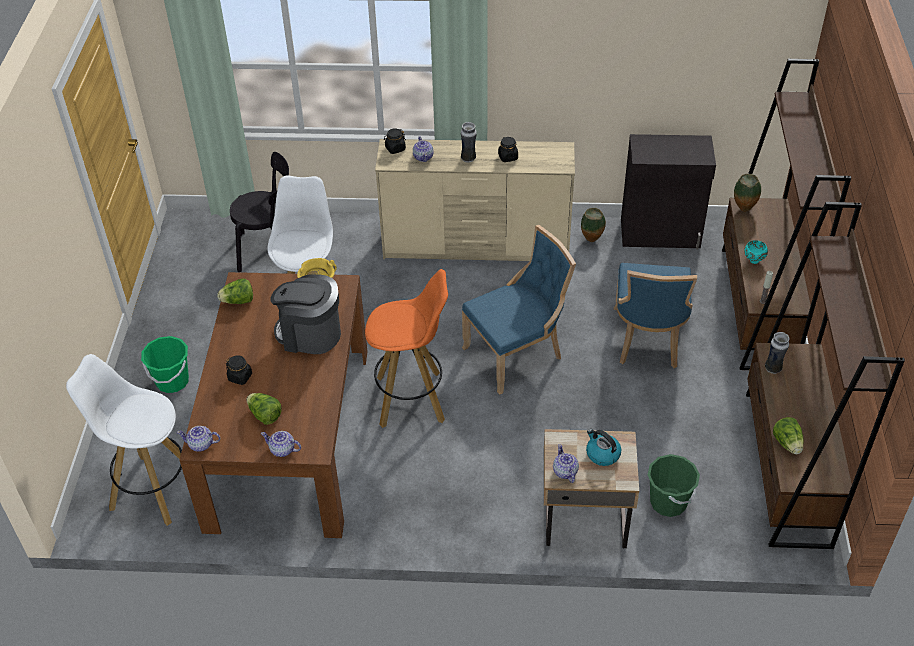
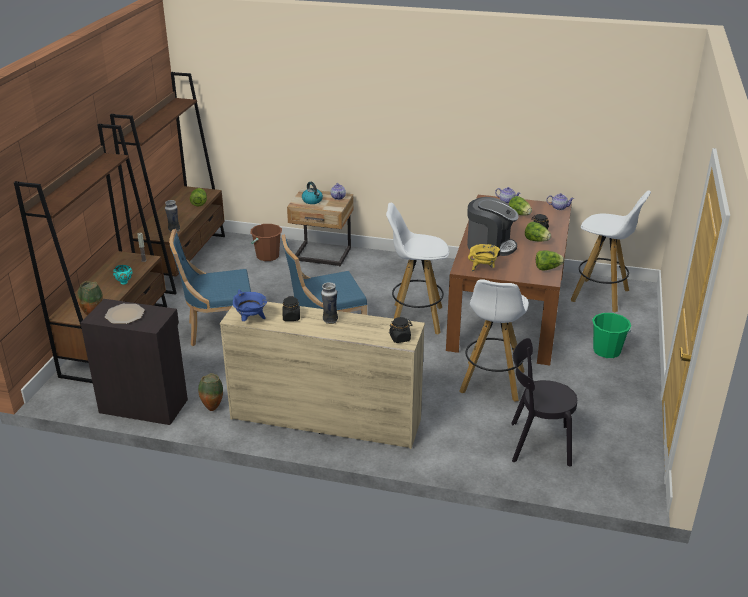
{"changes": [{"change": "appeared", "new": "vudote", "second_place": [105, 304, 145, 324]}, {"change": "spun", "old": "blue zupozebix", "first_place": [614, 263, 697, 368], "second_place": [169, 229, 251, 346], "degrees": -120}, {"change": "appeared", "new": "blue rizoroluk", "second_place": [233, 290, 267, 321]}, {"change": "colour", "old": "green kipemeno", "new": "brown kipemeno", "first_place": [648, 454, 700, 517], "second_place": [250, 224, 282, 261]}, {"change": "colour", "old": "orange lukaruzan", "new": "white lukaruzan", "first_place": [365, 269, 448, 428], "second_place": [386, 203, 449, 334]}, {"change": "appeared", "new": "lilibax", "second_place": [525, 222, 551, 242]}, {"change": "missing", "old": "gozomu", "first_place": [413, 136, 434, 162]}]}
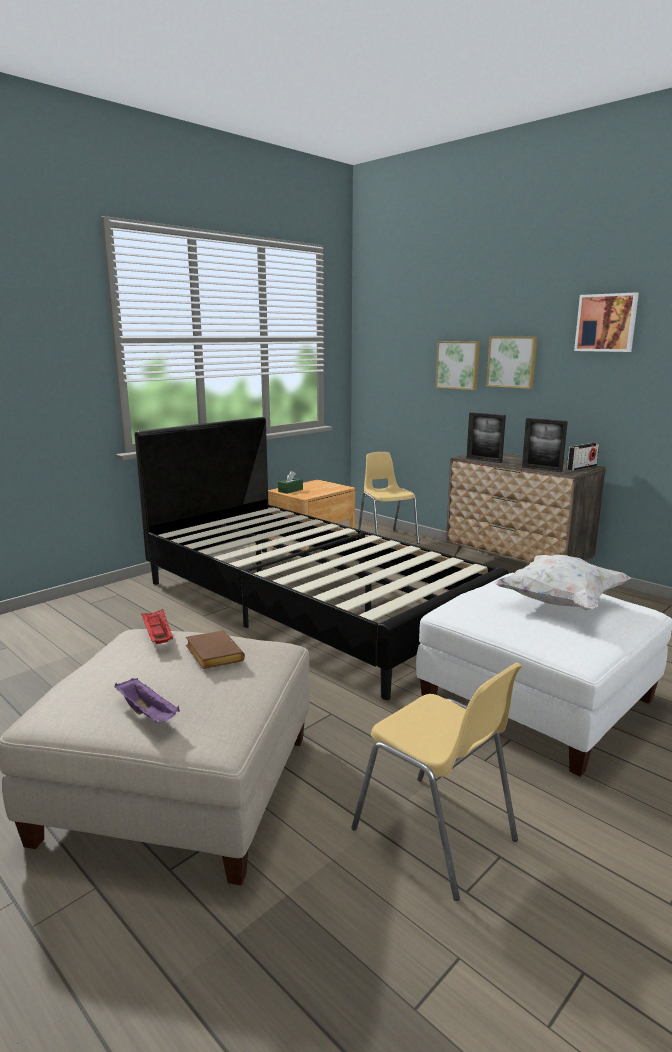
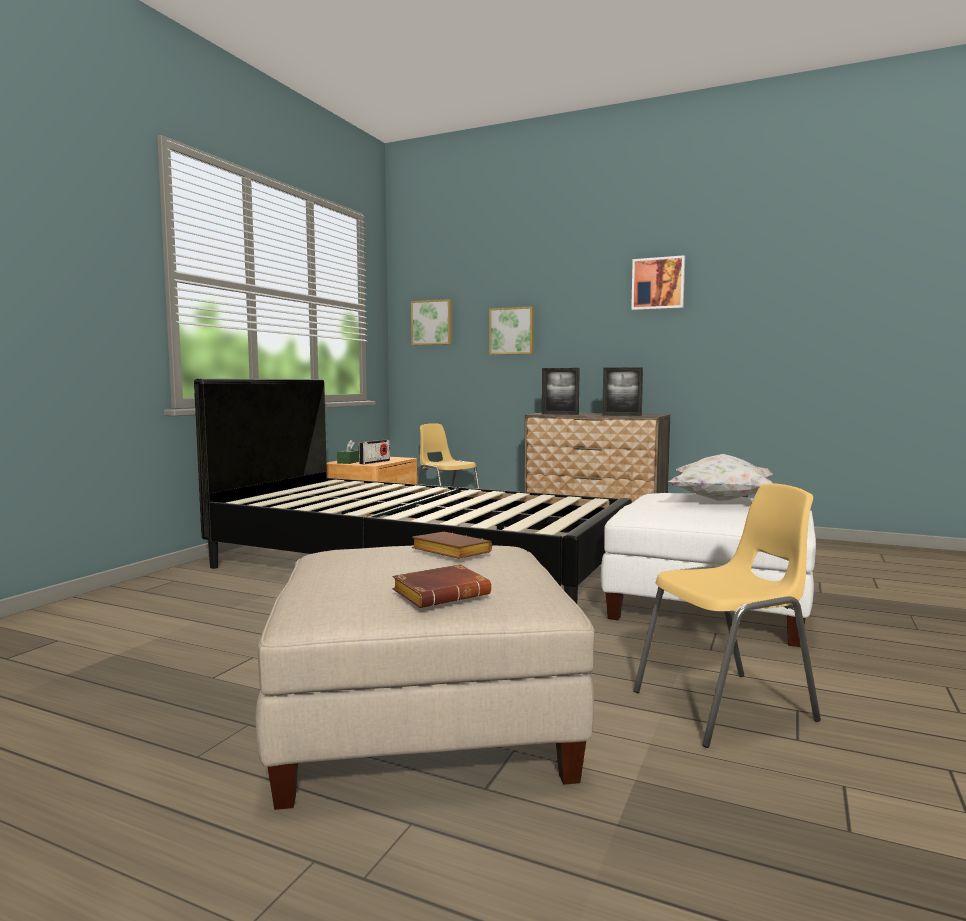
{"changes": [{"change": "relocated", "old": "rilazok", "first_place": [567, 443, 599, 471], "second_place": [359, 440, 390, 465]}, {"change": "exchanged", "old": "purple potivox", "new": "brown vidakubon", "first_place": [114, 678, 180, 723], "second_place": [392, 564, 491, 608]}, {"change": "relocated", "old": "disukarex", "first_place": [486, 336, 537, 389], "second_place": [411, 299, 452, 345]}, {"change": "spun", "old": "yellow zupozebix", "first_place": [352, 662, 522, 901], "second_place": [634, 483, 821, 748], "degrees": -45}, {"change": "missing", "old": "red potivox", "first_place": [141, 609, 173, 644]}]}
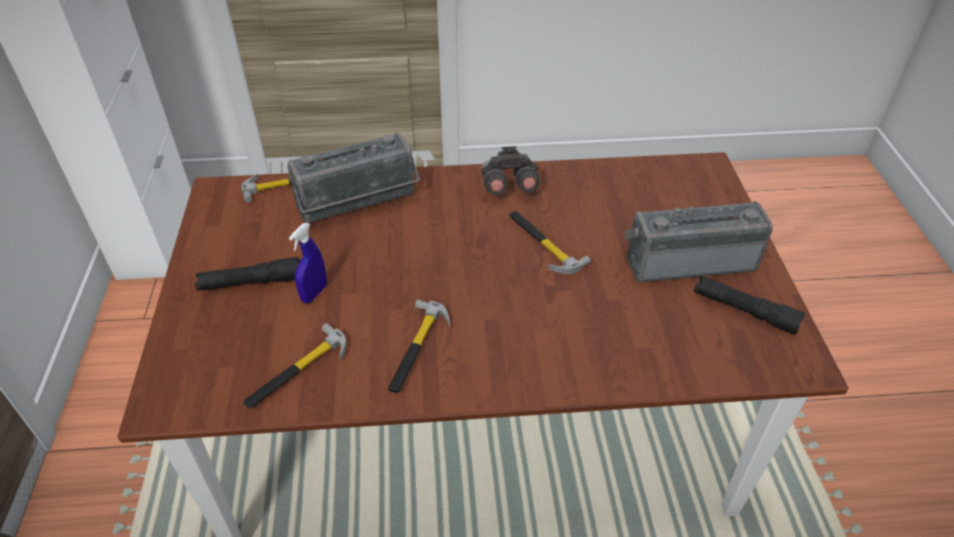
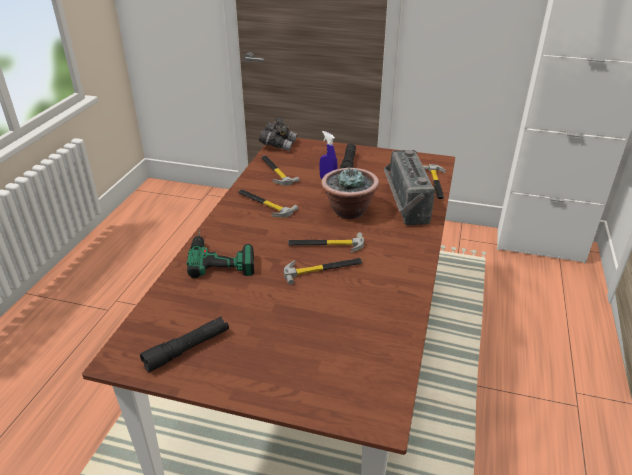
{"changes": [{"change": "appeared", "new": "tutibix", "second_place": [186, 230, 254, 278]}, {"change": "relocated", "old": "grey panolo", "first_place": [481, 146, 540, 195], "second_place": [259, 118, 297, 151]}, {"change": "appeared", "new": "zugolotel", "second_place": [288, 232, 364, 253]}, {"change": "appeared", "new": "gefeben", "second_place": [321, 167, 379, 219]}, {"change": "missing", "old": "rilazok", "first_place": [625, 201, 773, 282]}]}
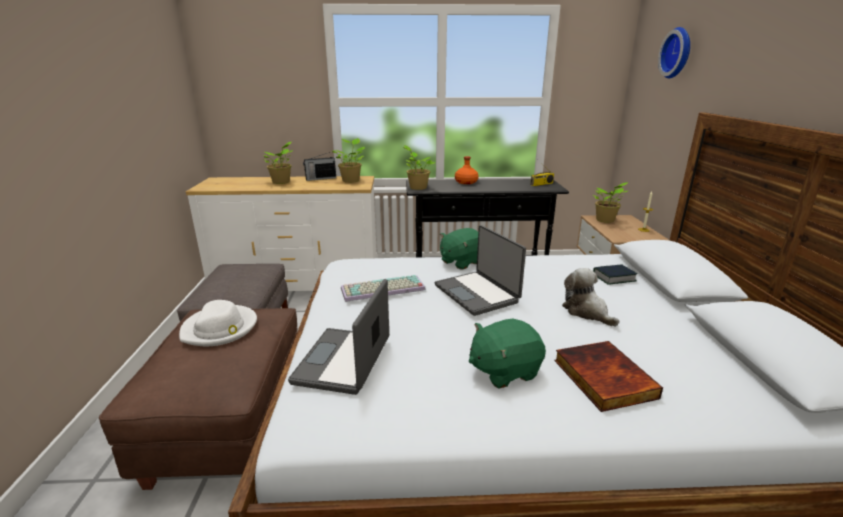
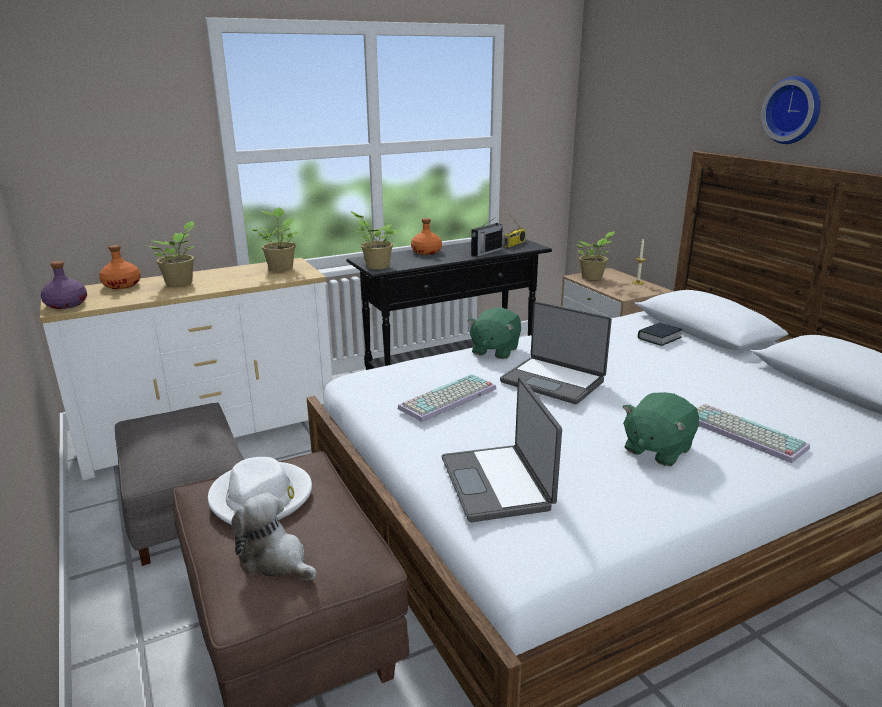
{"changes": [{"change": "appeared", "new": "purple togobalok", "second_place": [41, 261, 87, 309]}, {"change": "appeared", "new": "orange togobalok", "second_place": [99, 245, 141, 289]}, {"change": "relocated", "old": "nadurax", "first_place": [562, 268, 619, 326], "second_place": [231, 493, 317, 581]}, {"change": "relocated", "old": "rilazok", "first_place": [303, 152, 336, 181], "second_place": [471, 218, 503, 257]}, {"change": "exchanged", "old": "vidakubon", "new": "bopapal", "first_place": [554, 341, 663, 412], "second_place": [697, 404, 810, 463]}, {"change": "relocated", "old": "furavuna", "first_place": [658, 27, 690, 78], "second_place": [761, 76, 821, 144]}]}
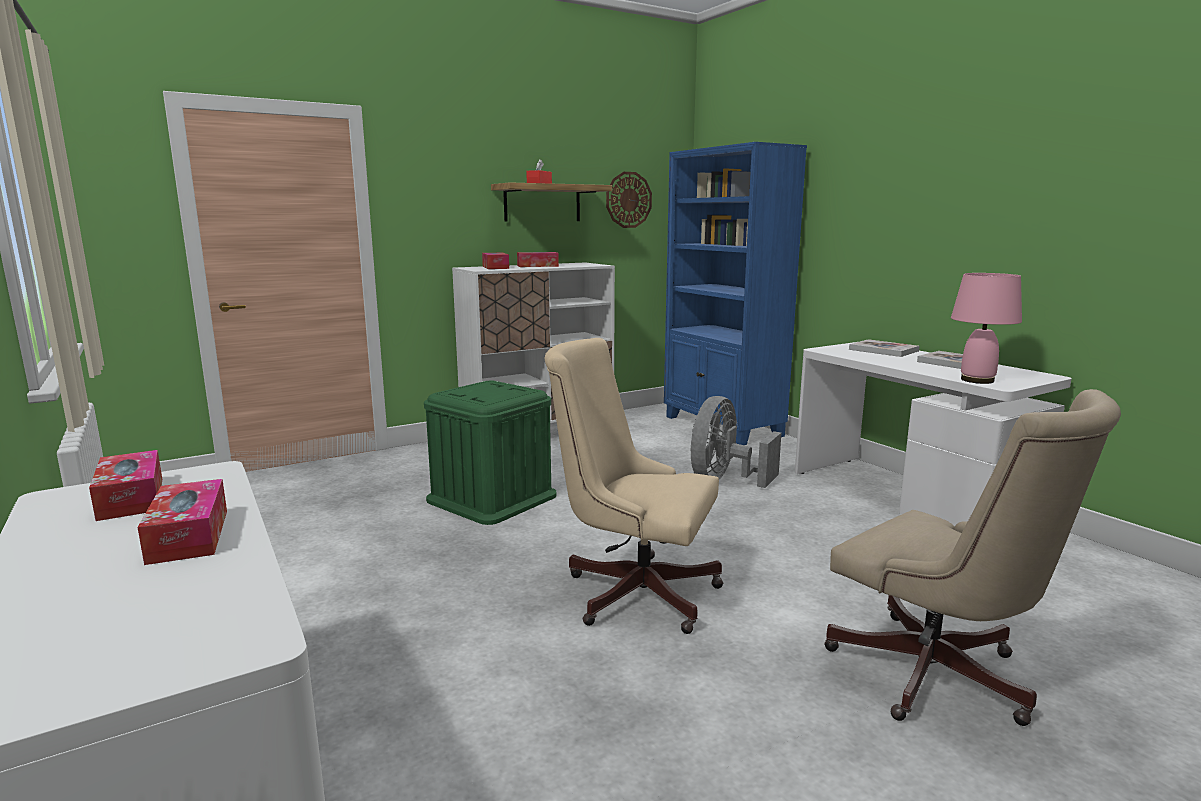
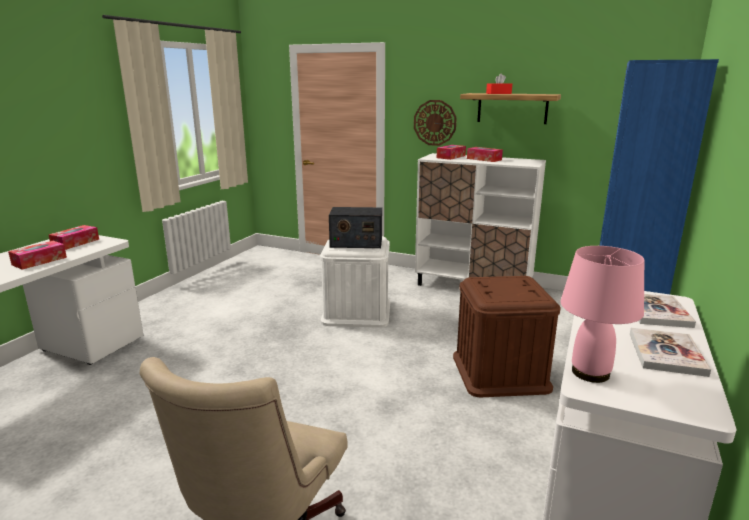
{"changes": [{"change": "colour", "old": "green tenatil", "new": "white tenatil", "first_place": [424, 381, 557, 525], "second_place": [320, 236, 390, 328]}, {"change": "appeared", "new": "rilazok", "second_place": [329, 207, 382, 248]}, {"change": "relocated", "old": "furavuna", "first_place": [606, 172, 652, 228], "second_place": [414, 100, 457, 146]}, {"change": "exchanged", "old": "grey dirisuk", "new": "brown tenatil", "first_place": [691, 396, 781, 488], "second_place": [453, 276, 561, 397]}, {"change": "missing", "old": "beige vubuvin", "first_place": [544, 338, 723, 634]}]}
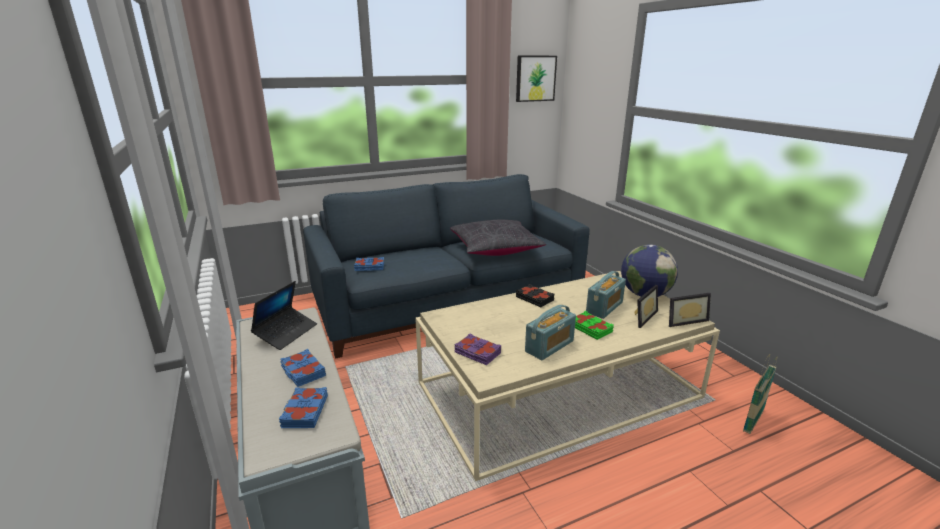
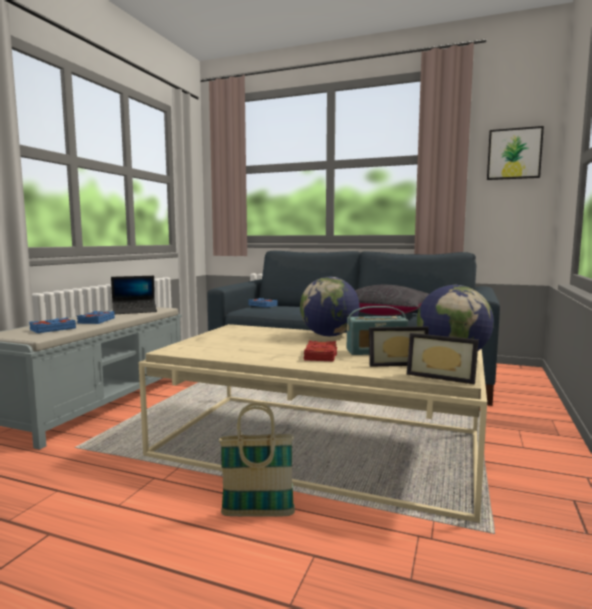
{"changes": [{"change": "relocated", "old": "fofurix", "first_place": [743, 354, 777, 434], "second_place": [219, 403, 295, 517]}, {"change": "exchanged", "old": "black vidakubon", "new": "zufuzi", "first_place": [516, 284, 554, 307], "second_place": [300, 277, 360, 336]}, {"change": "colour", "old": "green vidakubon", "new": "red vidakubon", "first_place": [575, 311, 614, 340], "second_place": [304, 341, 337, 361]}, {"change": "missing", "old": "purple vidakubon", "first_place": [454, 333, 501, 365]}, {"change": "missing", "old": "rilazok", "first_place": [525, 305, 576, 360]}]}
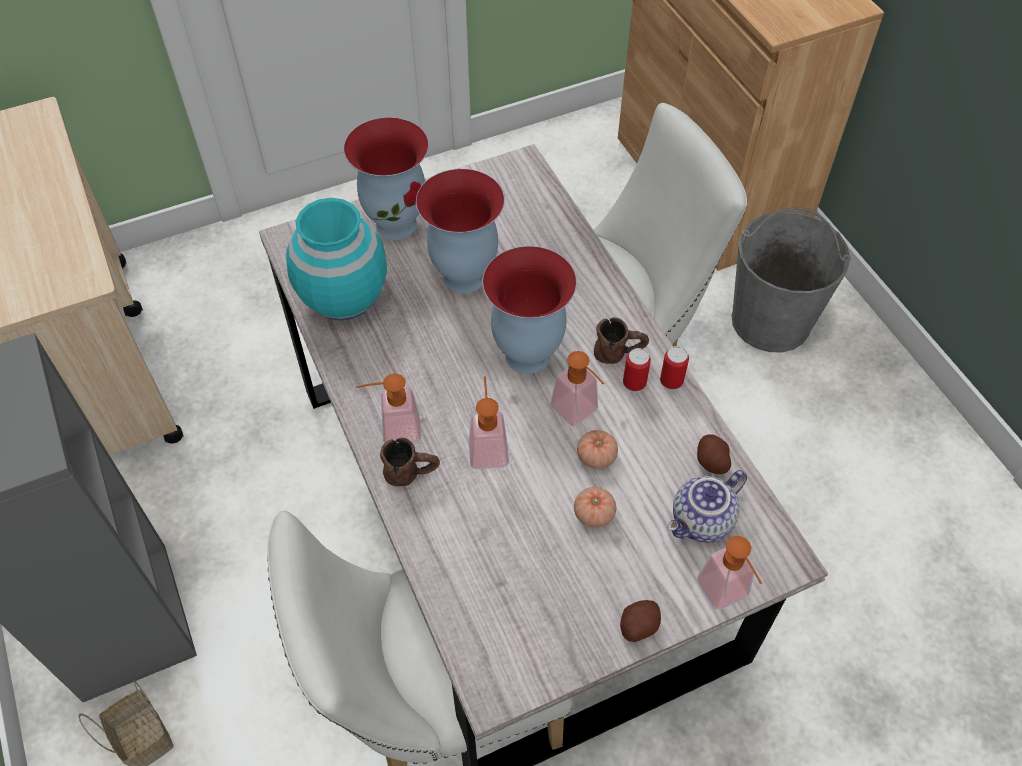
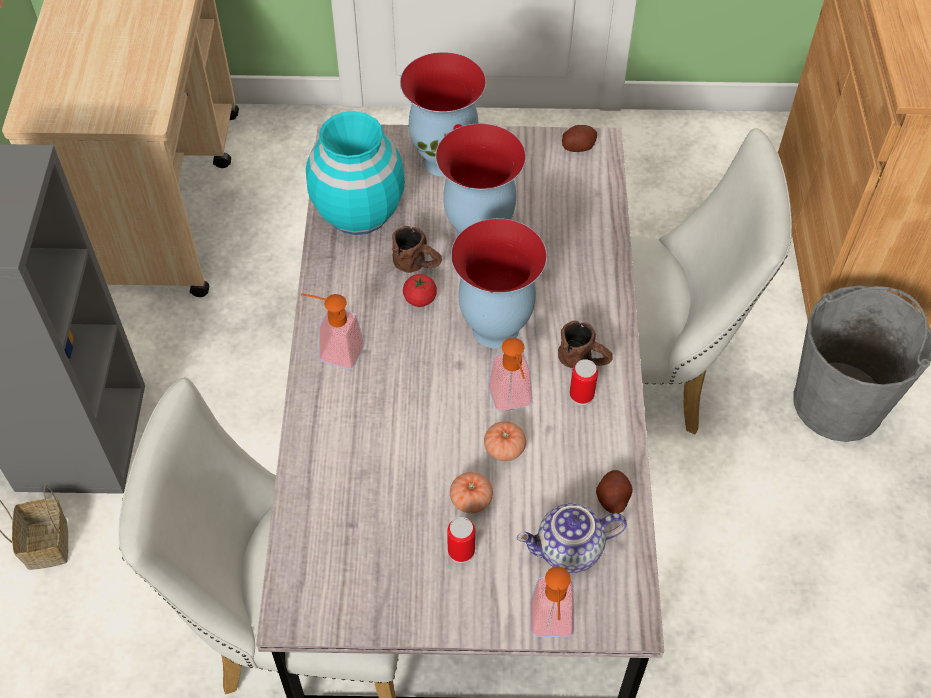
{"changes": [{"change": "relocated", "old": "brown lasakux", "first_place": [380, 438, 440, 486], "second_place": [392, 226, 442, 273]}, {"change": "appeared", "new": "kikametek", "second_place": [403, 274, 437, 307]}, {"change": "relocated", "old": "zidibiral", "first_place": [660, 346, 689, 391], "second_place": [447, 517, 475, 563]}, {"change": "relocated", "old": "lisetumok", "first_place": [620, 600, 661, 642], "second_place": [562, 125, 597, 152]}, {"change": "missing", "old": "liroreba", "first_place": [469, 376, 509, 469]}]}
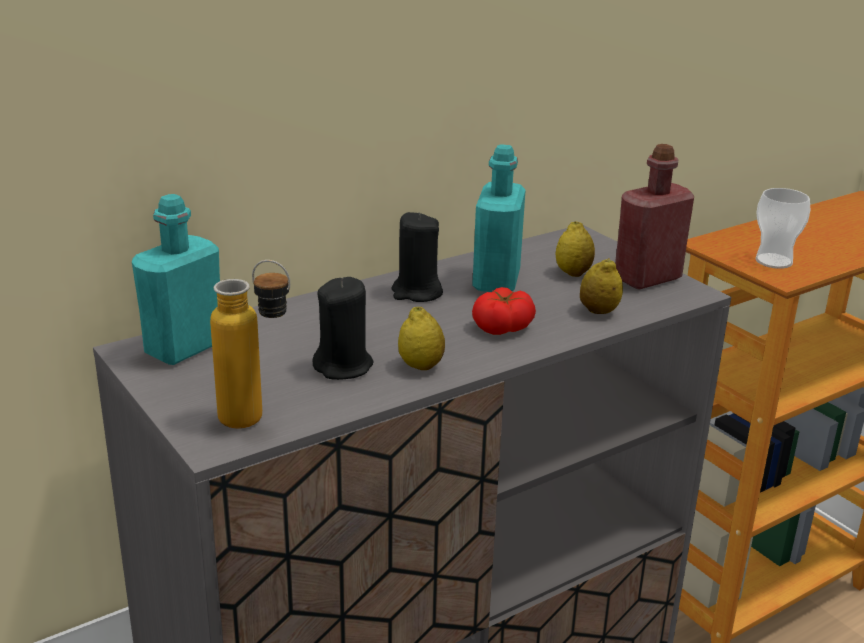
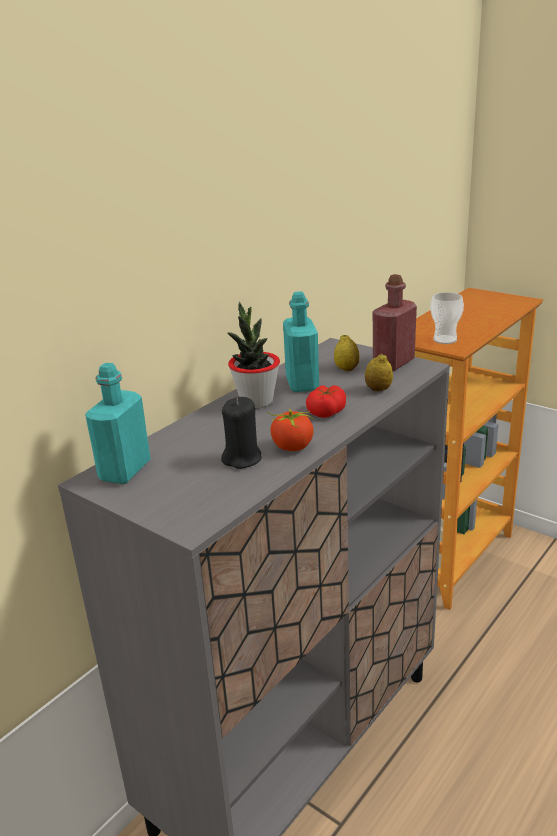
{"changes": [{"change": "exchanged", "old": "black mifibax", "new": "gefeben", "first_place": [391, 212, 443, 302], "second_place": [228, 302, 280, 408]}, {"change": "exchanged", "old": "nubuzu", "new": "kikametek", "first_place": [398, 307, 445, 370], "second_place": [267, 408, 314, 451]}, {"change": "missing", "old": "togobalok", "first_place": [210, 260, 290, 429]}]}
